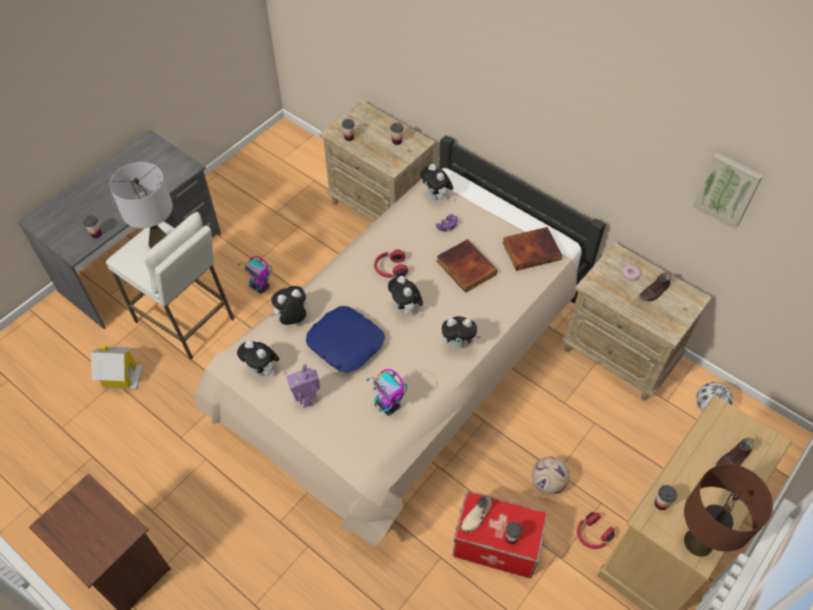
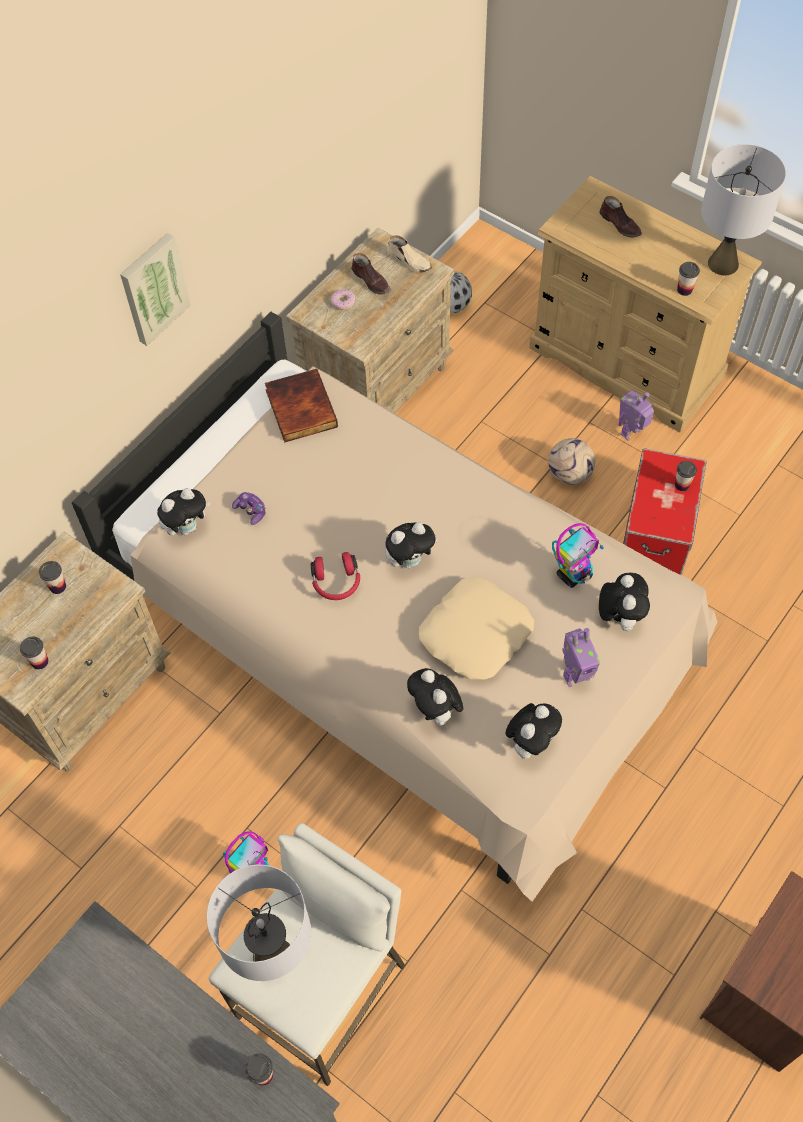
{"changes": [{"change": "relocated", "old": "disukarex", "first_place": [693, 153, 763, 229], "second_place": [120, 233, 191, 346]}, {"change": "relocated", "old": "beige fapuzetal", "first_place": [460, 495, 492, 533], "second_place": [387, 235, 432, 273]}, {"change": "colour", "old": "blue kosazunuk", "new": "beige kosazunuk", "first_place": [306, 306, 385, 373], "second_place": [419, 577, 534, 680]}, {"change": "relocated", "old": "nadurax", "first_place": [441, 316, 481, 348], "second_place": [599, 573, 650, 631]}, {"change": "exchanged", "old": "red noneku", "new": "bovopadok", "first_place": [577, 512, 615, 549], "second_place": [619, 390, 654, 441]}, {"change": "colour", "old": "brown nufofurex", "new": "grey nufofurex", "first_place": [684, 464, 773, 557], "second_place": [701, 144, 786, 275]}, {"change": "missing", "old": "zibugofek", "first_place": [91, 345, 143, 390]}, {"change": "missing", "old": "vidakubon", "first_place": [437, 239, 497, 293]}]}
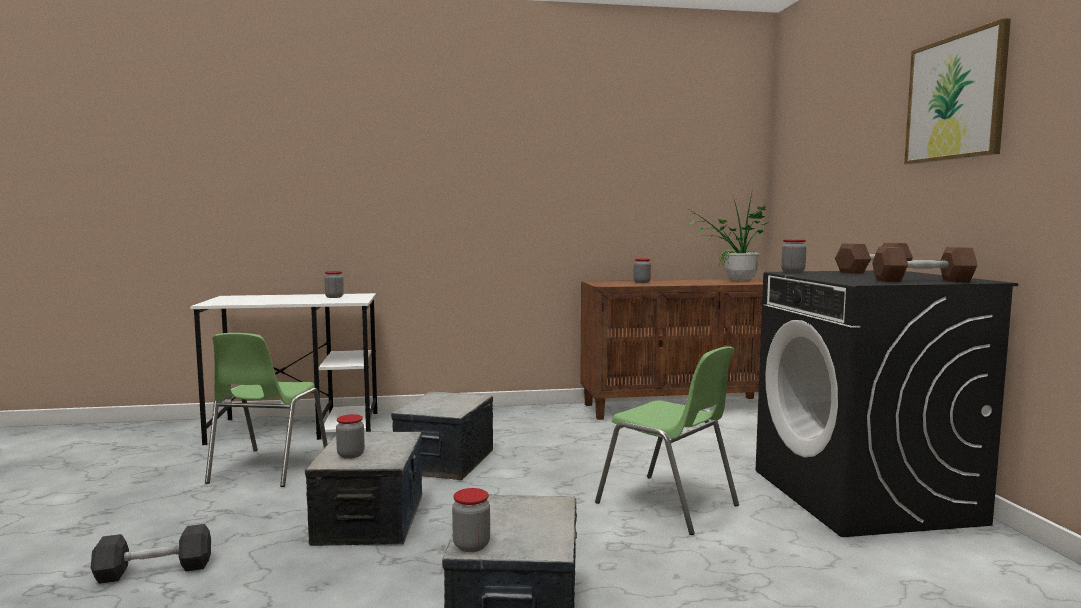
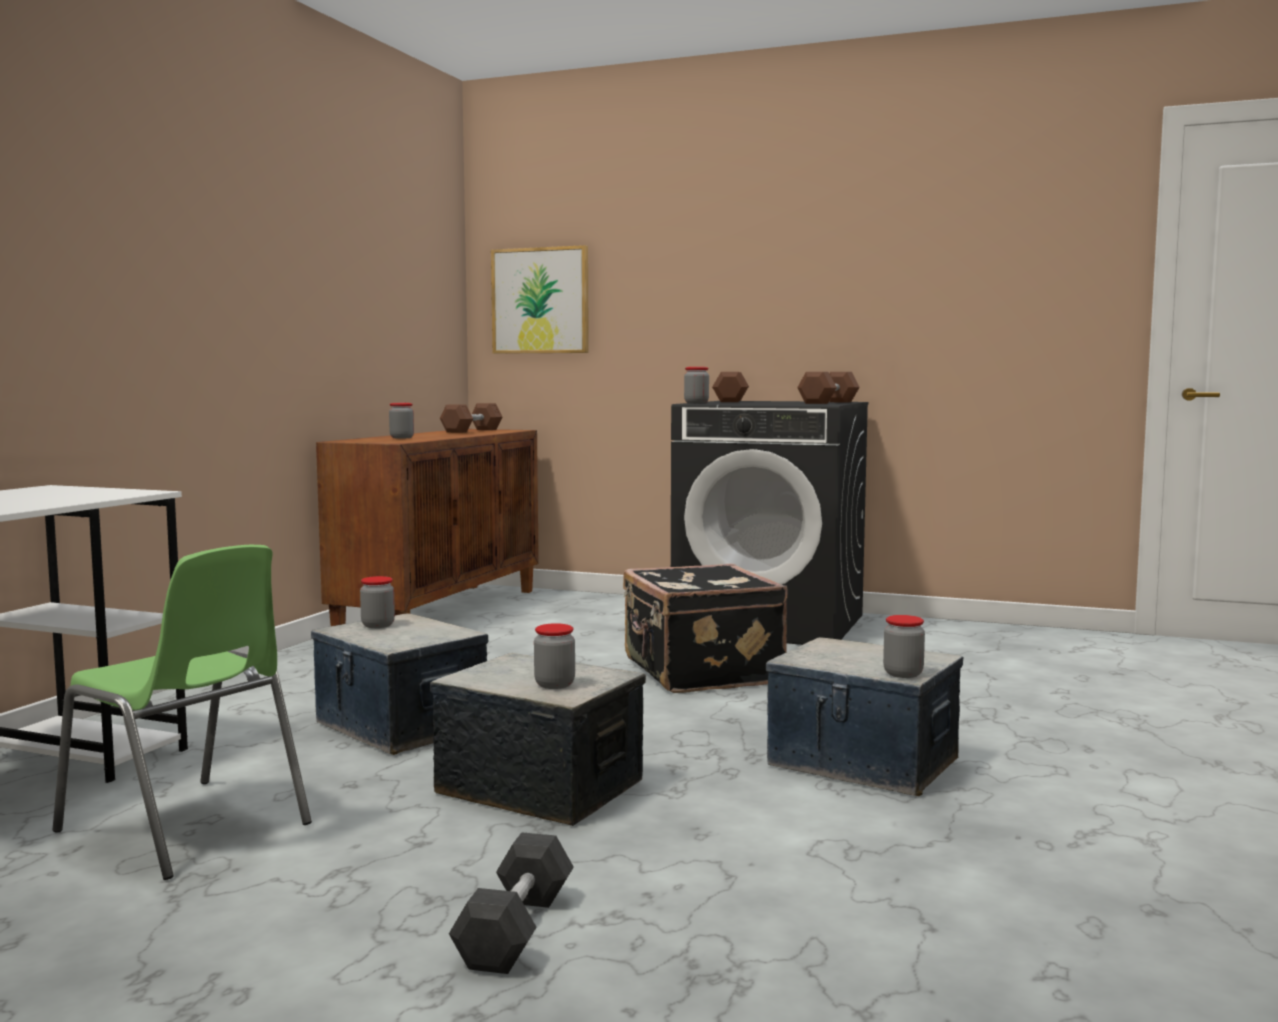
{"changes": [{"change": "relocated", "old": "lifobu", "first_place": [324, 271, 344, 298], "second_place": [360, 576, 395, 628]}, {"change": "exchanged", "old": "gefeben", "new": "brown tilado", "first_place": [690, 189, 774, 281], "second_place": [440, 403, 503, 433]}, {"change": "relocated", "old": "disukarex", "first_place": [904, 18, 1011, 164], "second_place": [491, 245, 589, 354]}, {"change": "exchanged", "old": "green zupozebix", "new": "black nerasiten", "first_place": [595, 346, 739, 535], "second_place": [623, 564, 788, 693]}]}
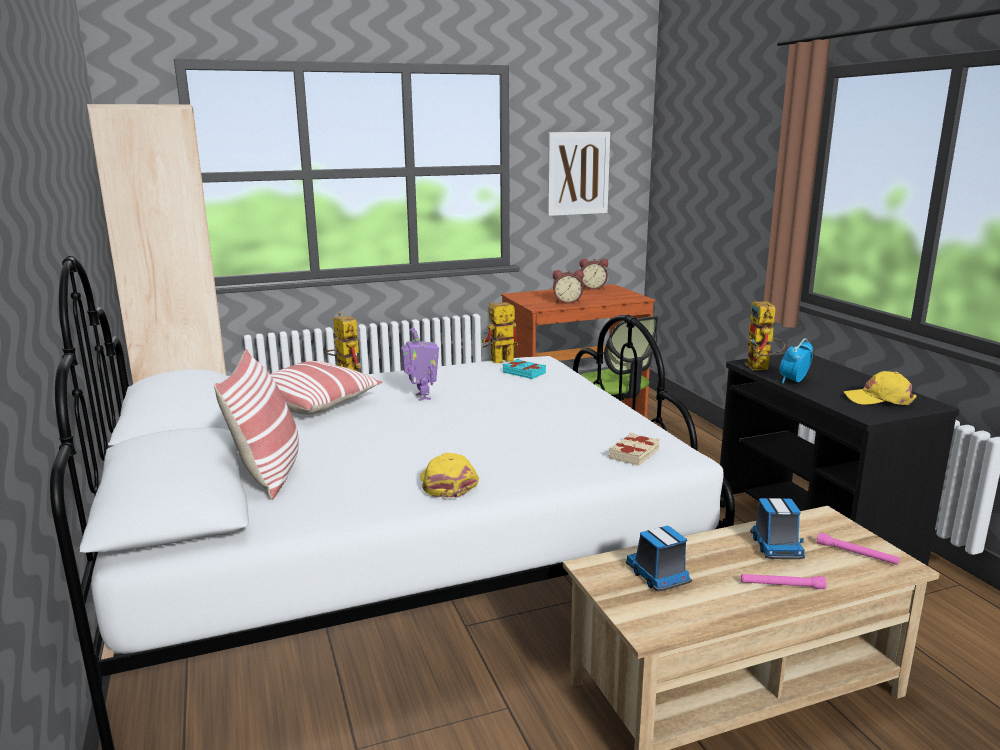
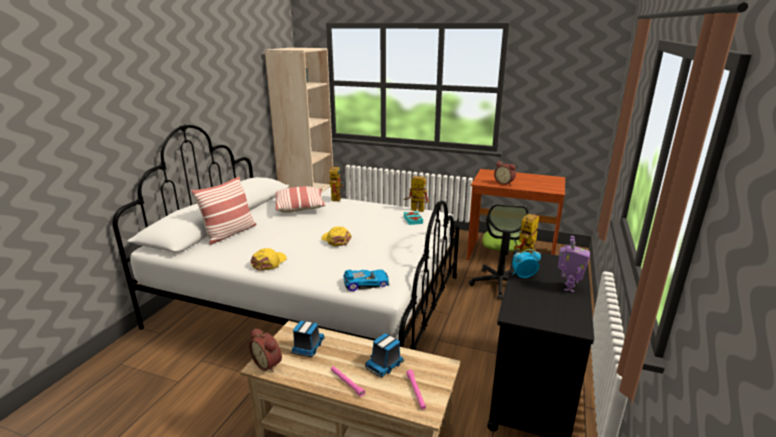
{"changes": [{"change": "relocated", "old": "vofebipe", "first_place": [580, 259, 608, 290], "second_place": [249, 328, 282, 372]}, {"change": "relocated", "old": "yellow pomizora", "first_place": [844, 371, 917, 405], "second_place": [321, 226, 352, 247]}, {"change": "exchanged", "old": "beige vidakubon", "new": "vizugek", "first_place": [609, 432, 660, 466], "second_place": [343, 269, 389, 291]}, {"change": "relocated", "old": "bovopadok", "first_place": [401, 328, 439, 401], "second_place": [558, 236, 590, 292]}, {"change": "missing", "old": "disukarex", "first_place": [547, 132, 610, 216]}]}
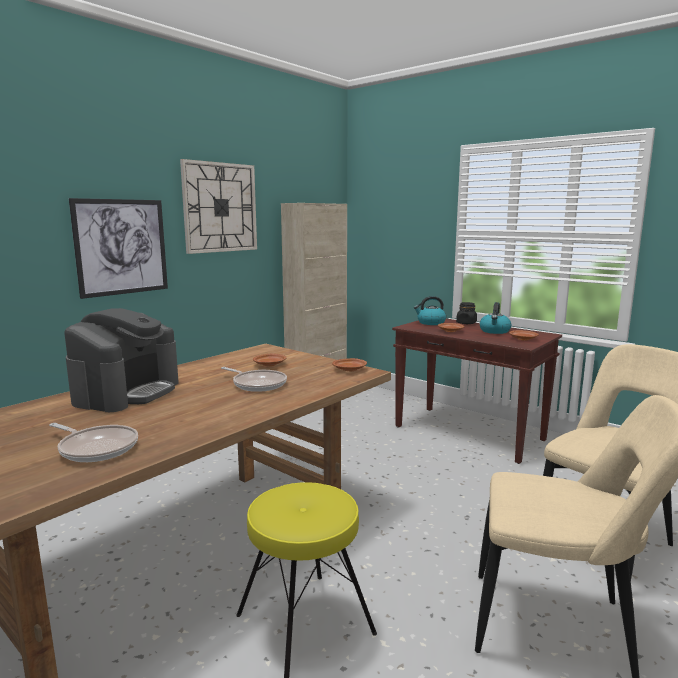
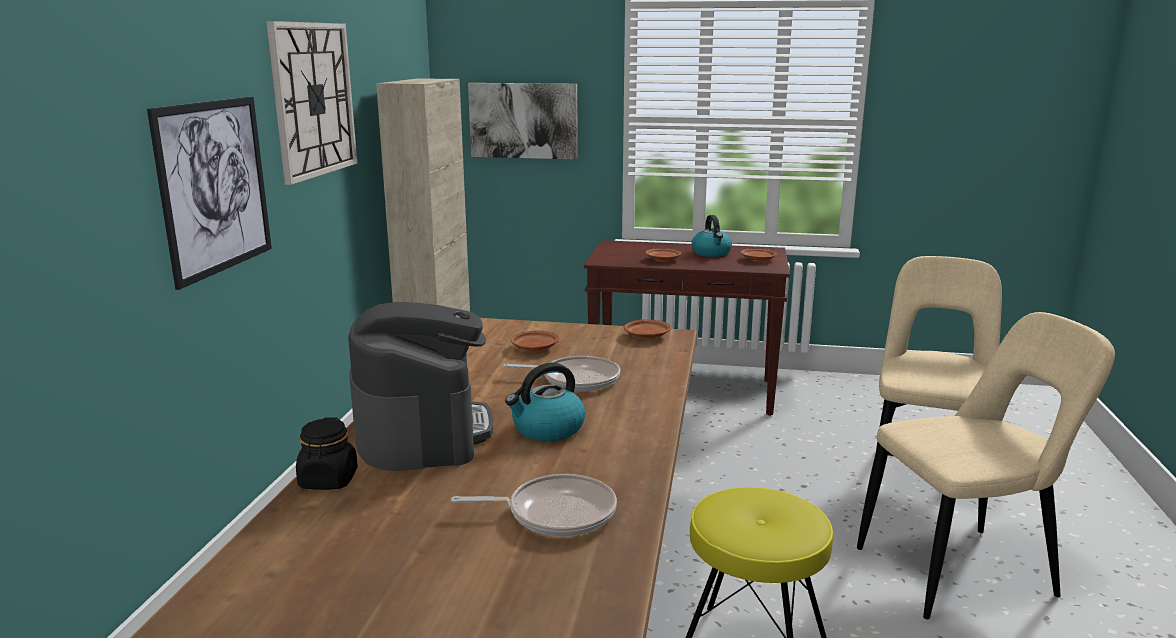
{"changes": [{"change": "relocated", "old": "black lifobu", "first_place": [456, 302, 477, 324], "second_place": [296, 417, 358, 490]}, {"change": "appeared", "new": "disukarex", "second_place": [468, 83, 578, 159]}, {"change": "relocated", "old": "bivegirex", "first_place": [414, 296, 446, 325], "second_place": [505, 362, 585, 441]}]}
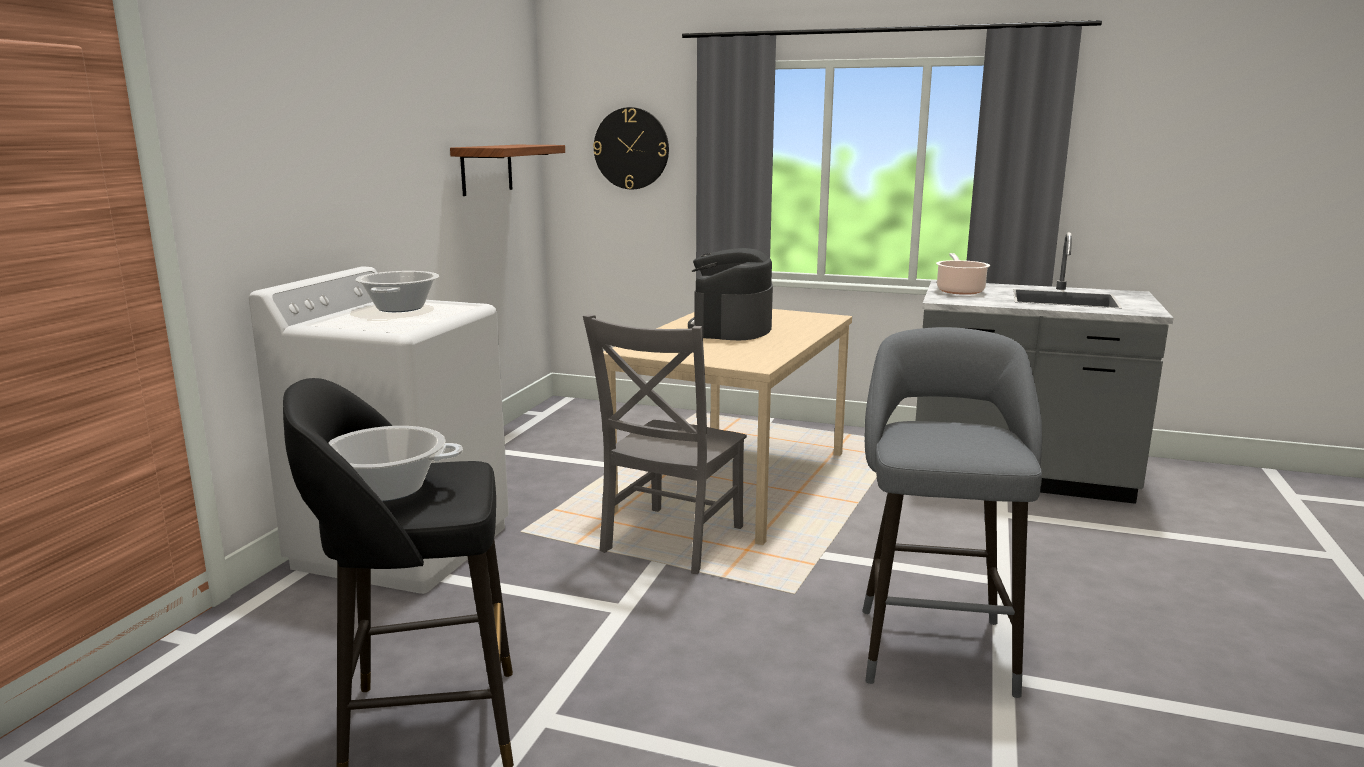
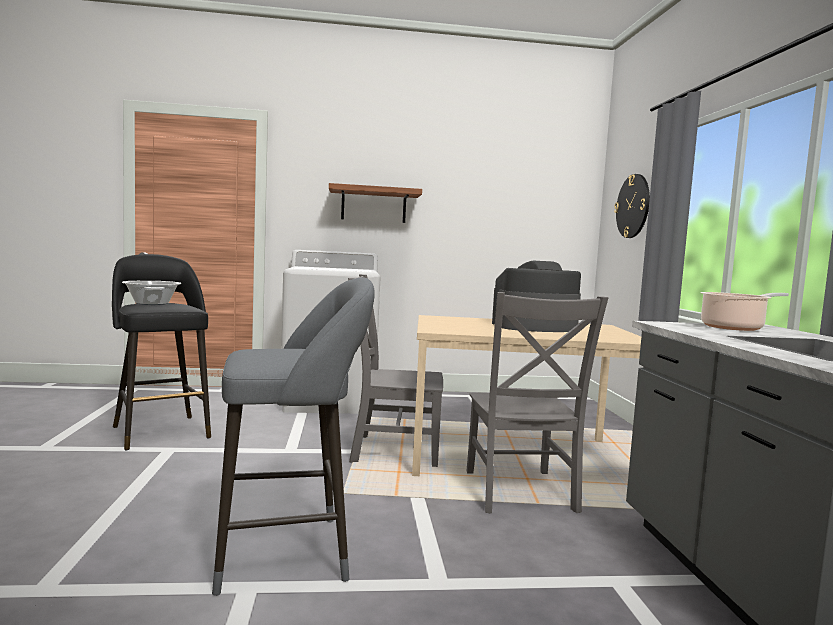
{"changes": [{"change": "relocated", "old": "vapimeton", "first_place": [450, 145, 565, 196], "second_place": [329, 183, 422, 223]}, {"change": "appeared", "new": "grey zupozebix", "second_place": [466, 292, 609, 514]}, {"change": "missing", "old": "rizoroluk", "first_place": [355, 271, 439, 312]}]}
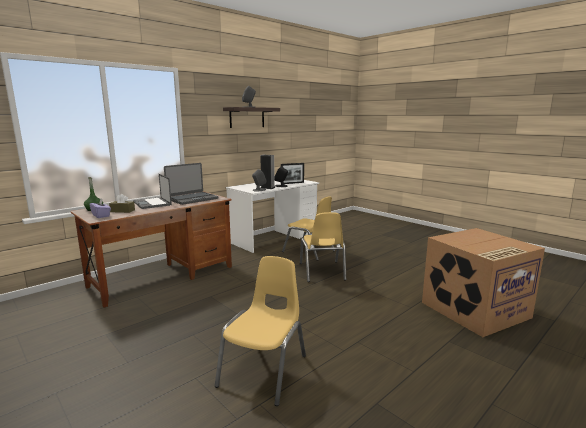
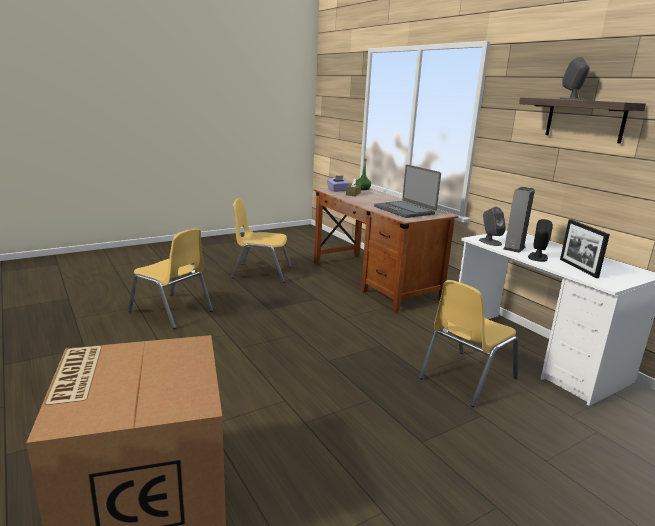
{"changes": [{"change": "relocated", "old": "yellow zupozebix", "first_place": [300, 212, 346, 282], "second_place": [231, 198, 292, 283]}, {"change": "missing", "old": "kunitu", "first_place": [133, 174, 172, 209]}]}
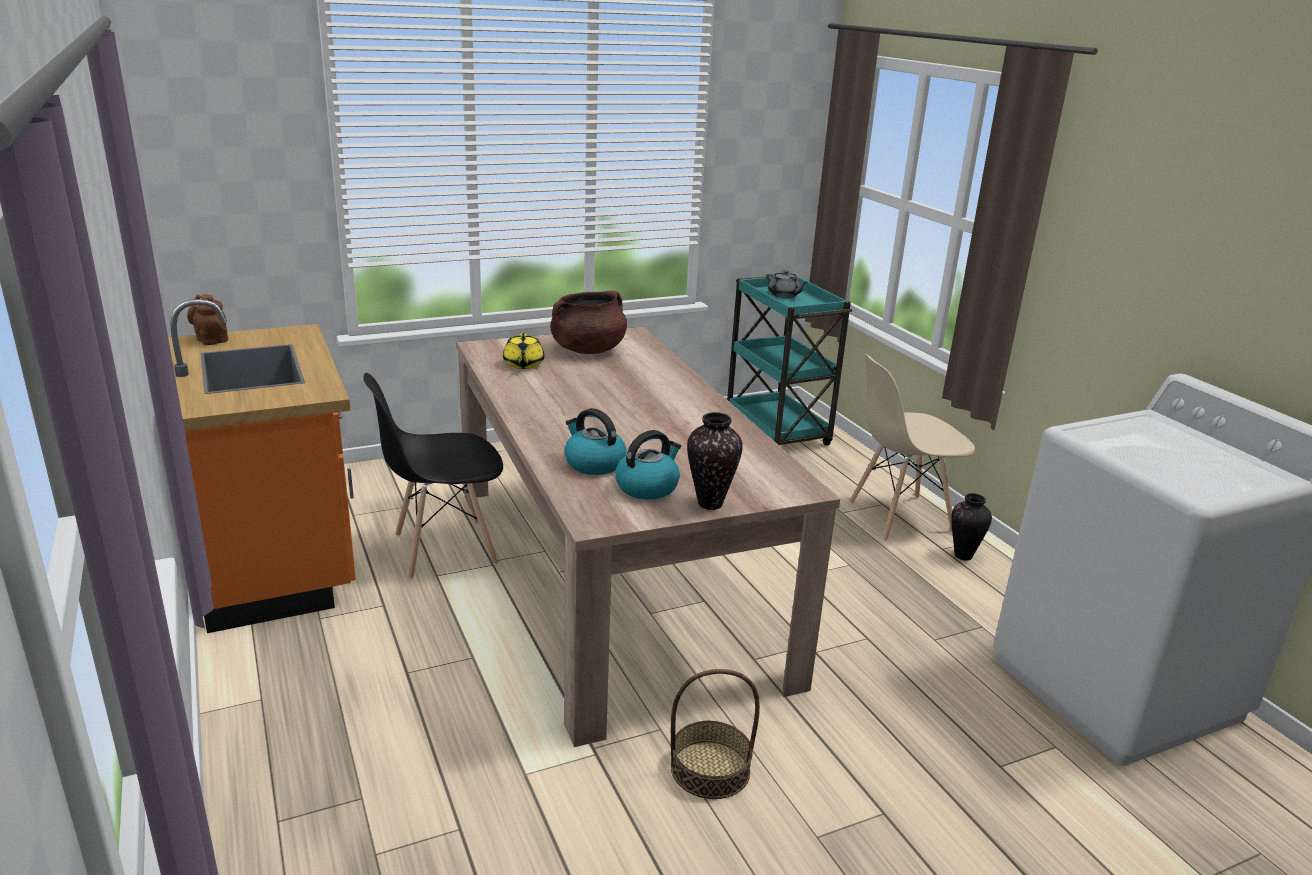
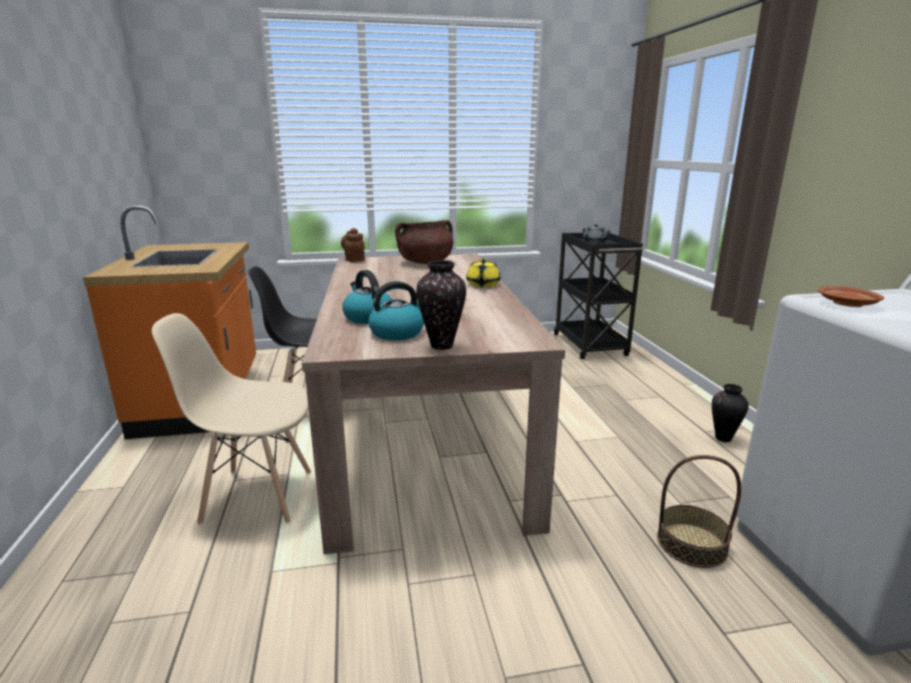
{"changes": [{"change": "relocated", "old": "beige zupozebix", "first_place": [849, 354, 975, 541], "second_place": [152, 313, 311, 525]}, {"change": "relocated", "old": "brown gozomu", "first_place": [187, 294, 228, 345], "second_place": [341, 228, 365, 262]}, {"change": "relocated", "old": "yellow gozomu", "first_place": [503, 333, 544, 369], "second_place": [466, 258, 501, 287]}, {"change": "colour", "old": "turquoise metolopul", "new": "black metolopul", "first_place": [727, 274, 852, 446], "second_place": [553, 231, 643, 359]}, {"change": "relocated", "old": "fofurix", "first_place": [671, 669, 760, 799], "second_place": [657, 455, 741, 568]}, {"change": "appeared", "new": "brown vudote", "second_place": [818, 286, 884, 307]}]}
